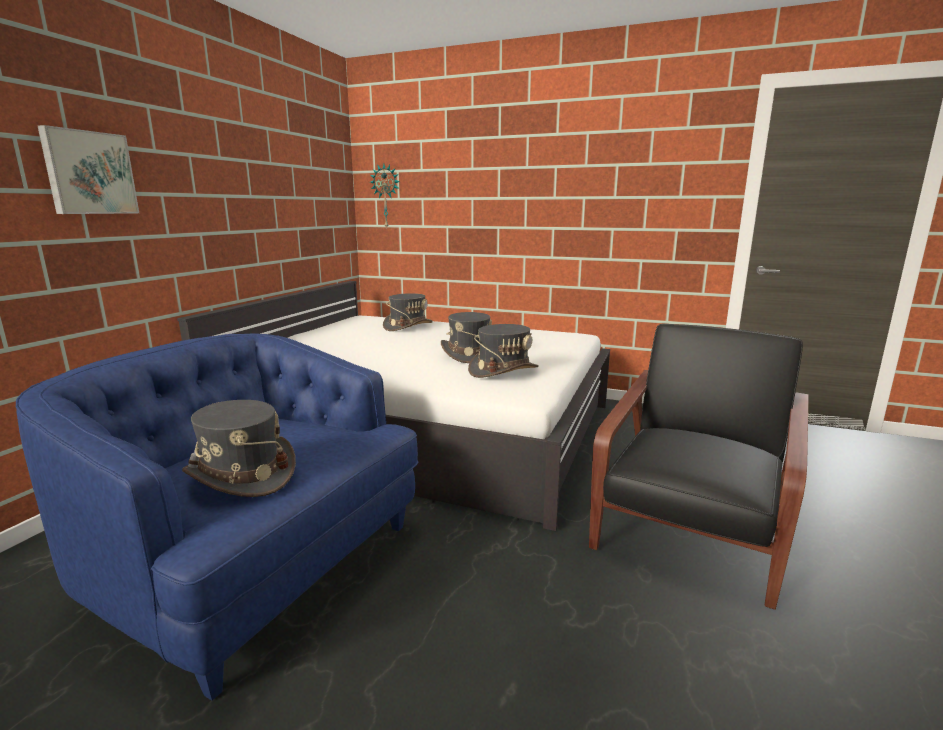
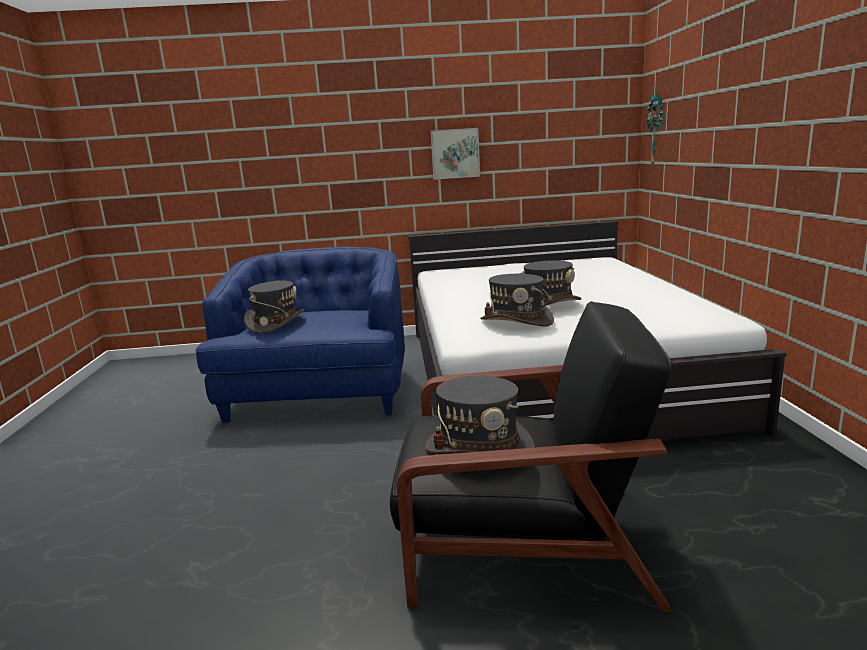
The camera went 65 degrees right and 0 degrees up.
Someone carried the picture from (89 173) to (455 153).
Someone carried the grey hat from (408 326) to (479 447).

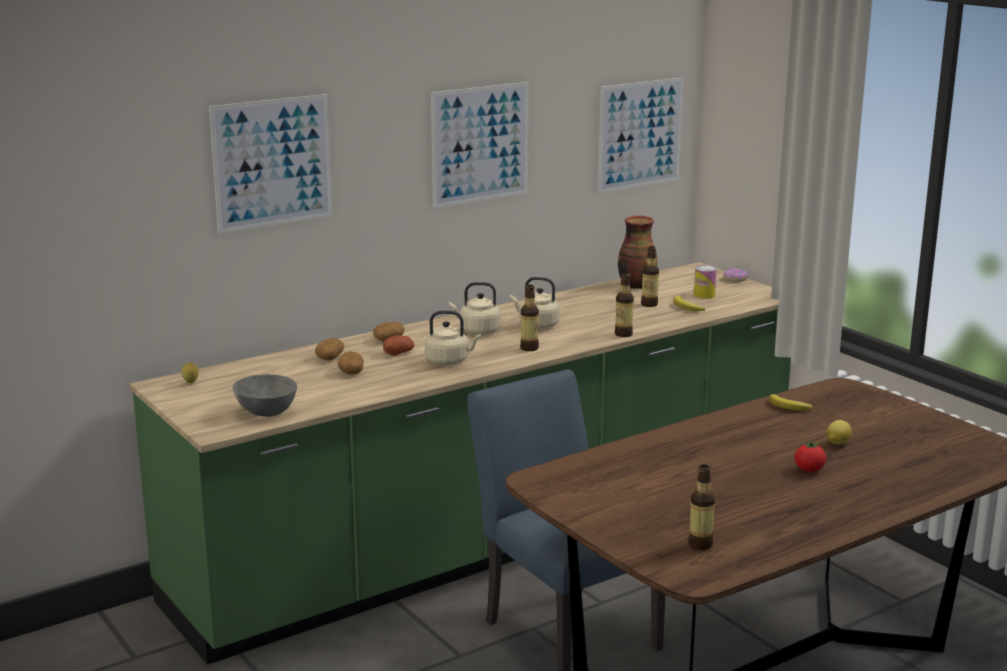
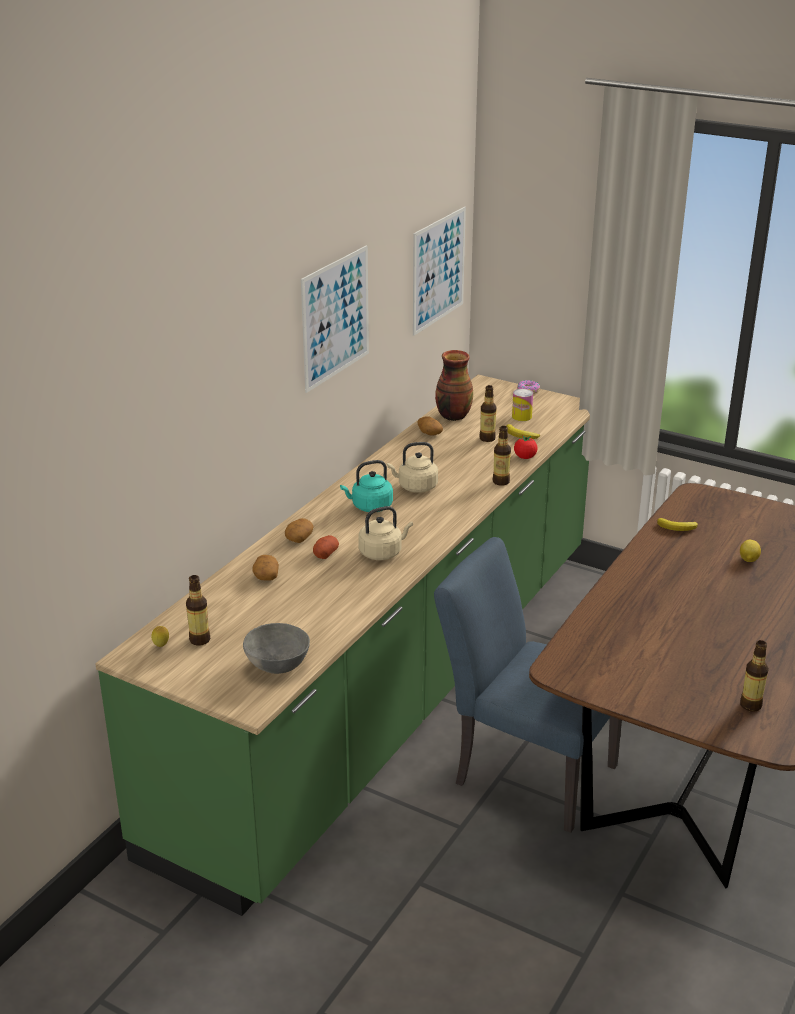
The camera went 25 degrees left and 10 degrees up.
Someone took away the picture at (272 162).
Someone repainted the beige kettle at (477 331), which became the turquoise kettle at (370 507).
Someone carried the bottle from (529 348) to (200 640).
Someone carried the potato from (351 371) to (429 433).
Someone carried the tomato from (809 470) to (525 457).

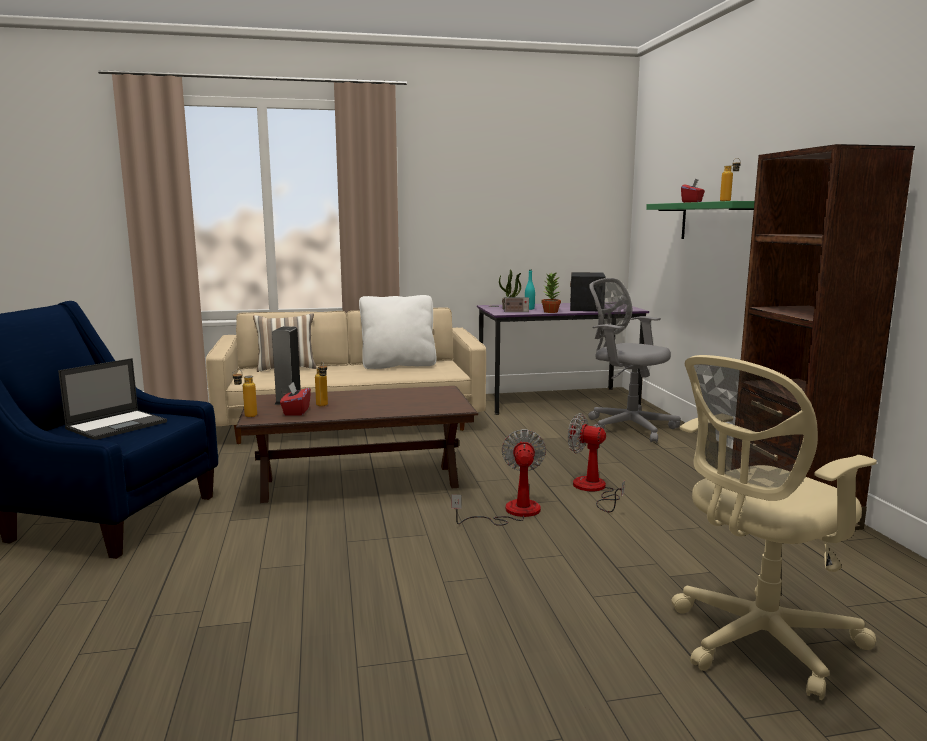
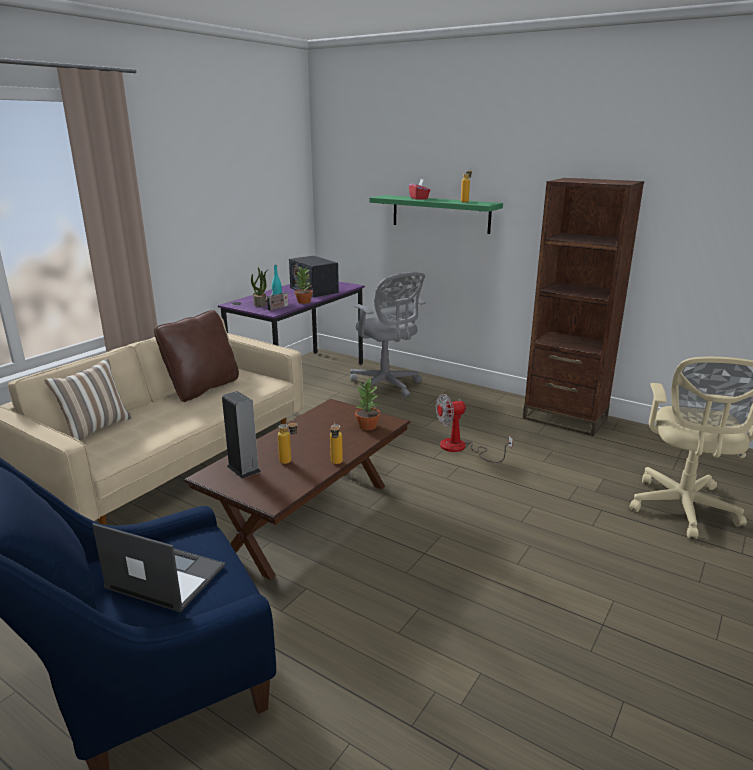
The camera went 45 degrees left and 10 degrees up.
Someone rotated the grey office chair at (627 426) by 120 degrees counterclockwise.
Someone repainted the white pillow at (398 365), which became the brown pillow at (202 388).
Someone rotated the laptop at (118 425) by 60 degrees counterclockwise.
Someone carried the bottle from (246 416) to (336 464).
Someone took away the red tissue box at (296 411).
Someone took away the fan at (511 512).
Someone put down the potted plant at (367 426).

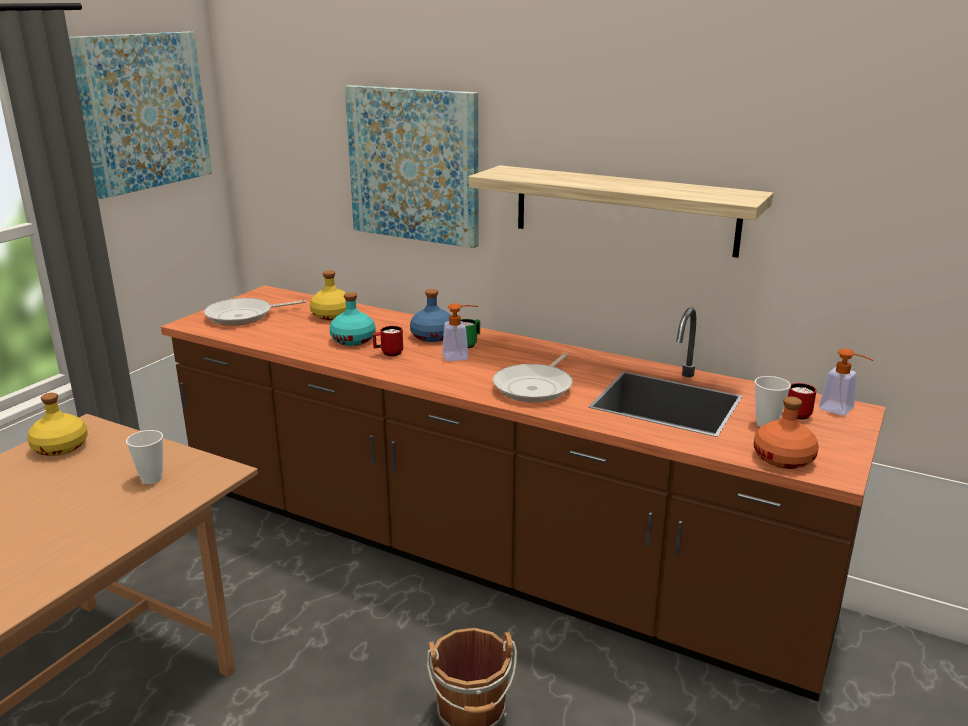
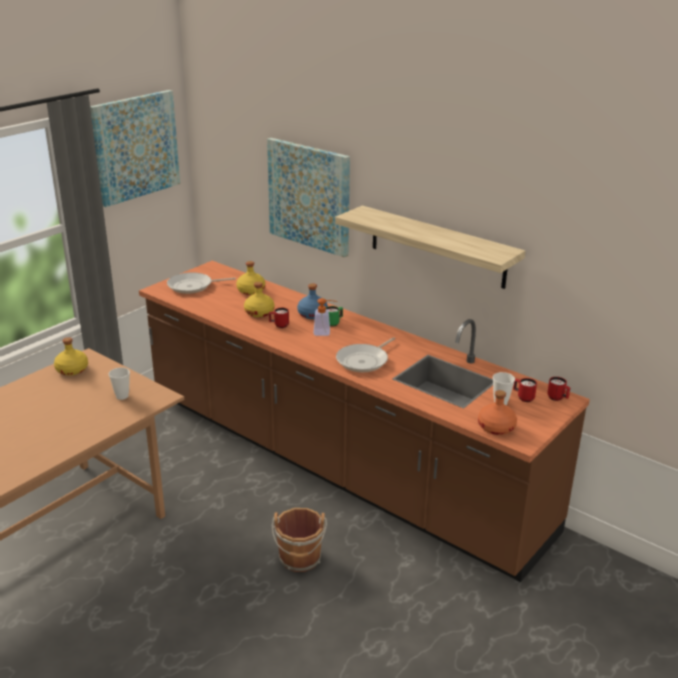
The camera went 10 degrees right and 5 degrees up.
Someone repainted the turquoise bottle at (353 340), which became the yellow bottle at (259 312).
Someone swapped the soap dispenser at (842 410) for the red mug at (557 398).

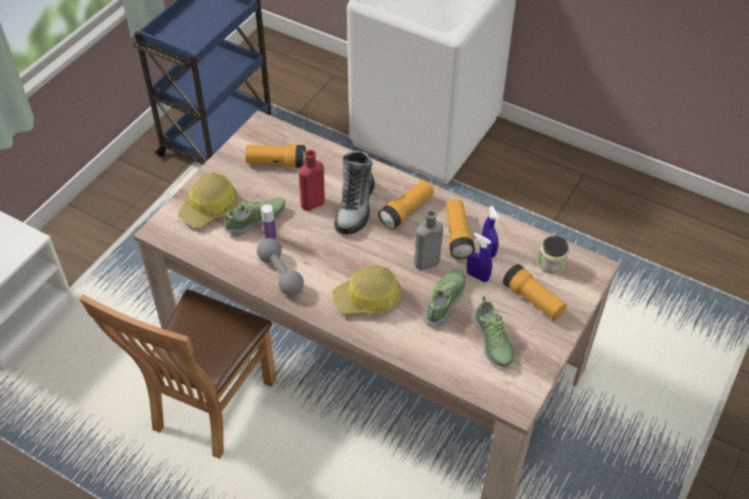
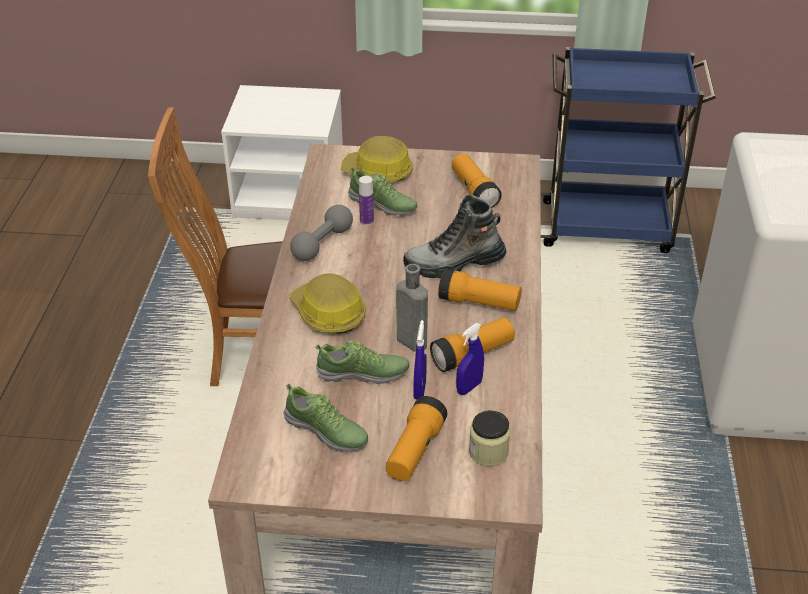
The camera went 65 degrees right and 10 degrees down.
Someone took away the red bottle at (311 204).
Someone rotated the shoe at (492 341) by 105 degrees counterclockwise.

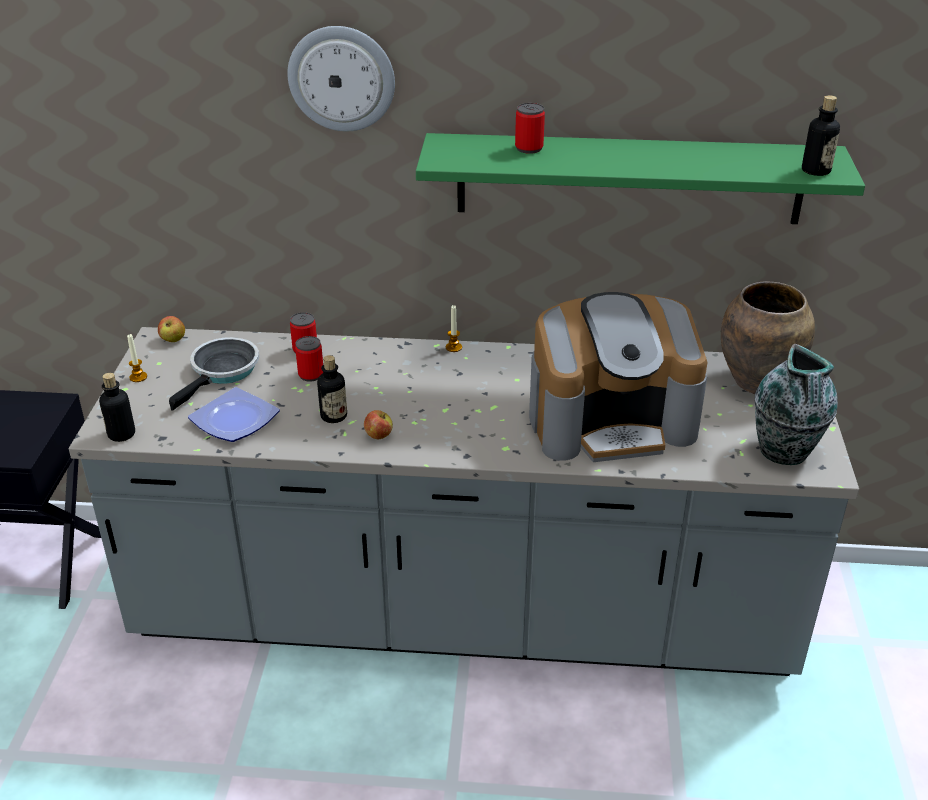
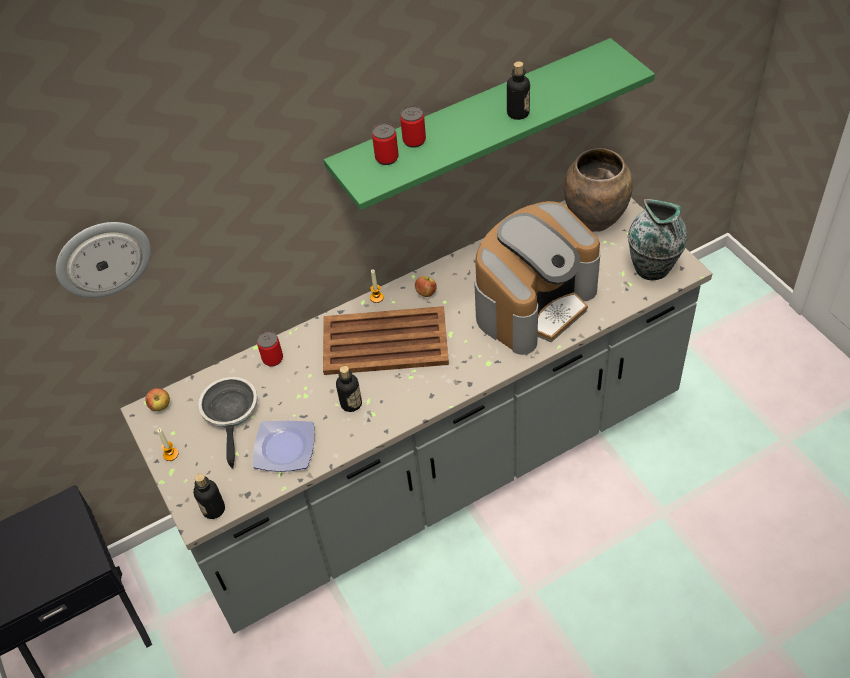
The camera went 30 degrees left and 15 degrees up.
Someone carried the wall clock from (341 78) to (103 258).
Someone carried the bottle from (815 170) to (518 113).
Someone carried the can from (311 375) to (387 158).
Someone carried the apple from (378 435) to (426 293).
Someone put down the brown tray at (384 342).

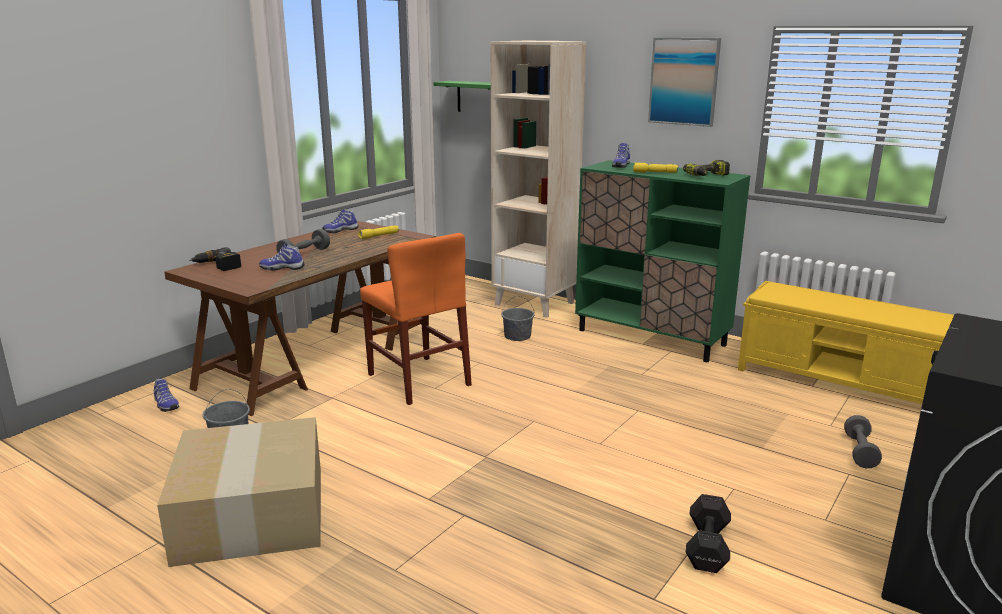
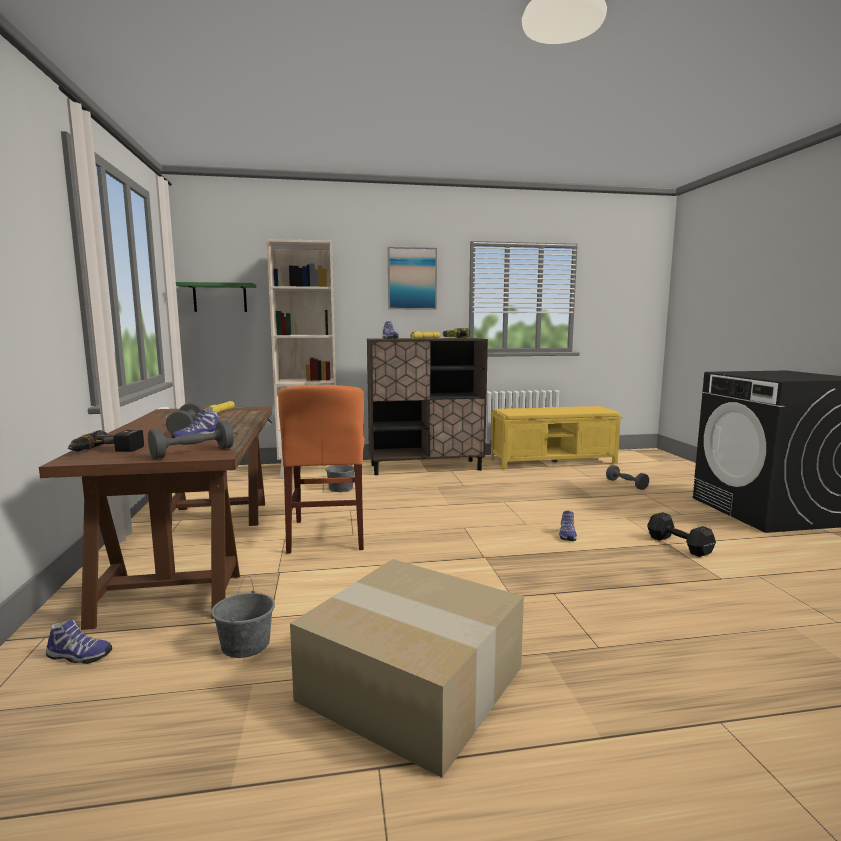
The camera went 45 degrees left and 10 degrees down.
Someone repainted the green cabinet at (651 338), which became the brown cabinet at (426 467).
Someone carried the shoe from (340 230) to (567 535).
Someone rotated the orange chair at (418 379) by 75 degrees clockwise.
Someone put down the grey dumbbell at (193 453).

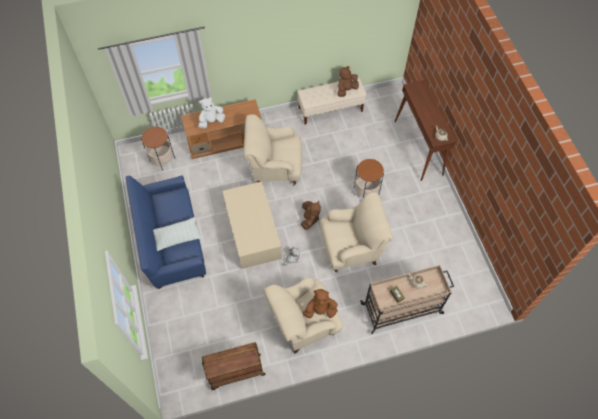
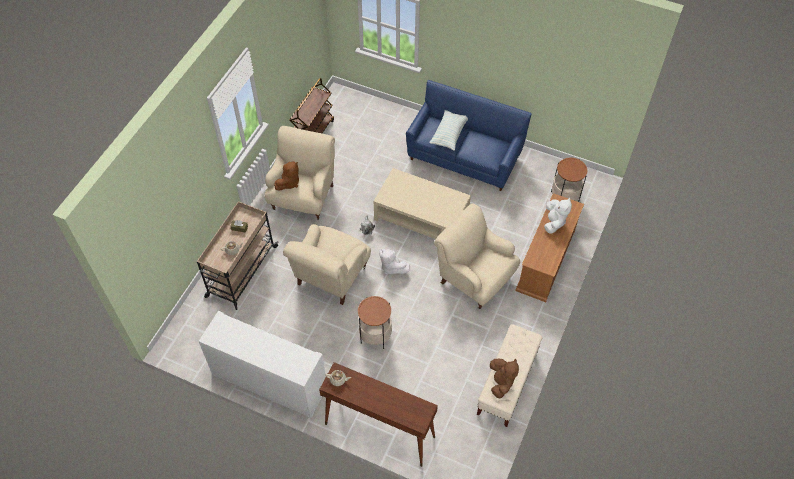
The camera went 130 degrees right and 5 degrees down.
Someone rotated the beige armchair at (274 168) by 90 degrees counterclockwise.
Someone repainted the brown plush toy at (309 219), which became the white plush toy at (392 267).
Someone put down the white cabinet at (269 381).

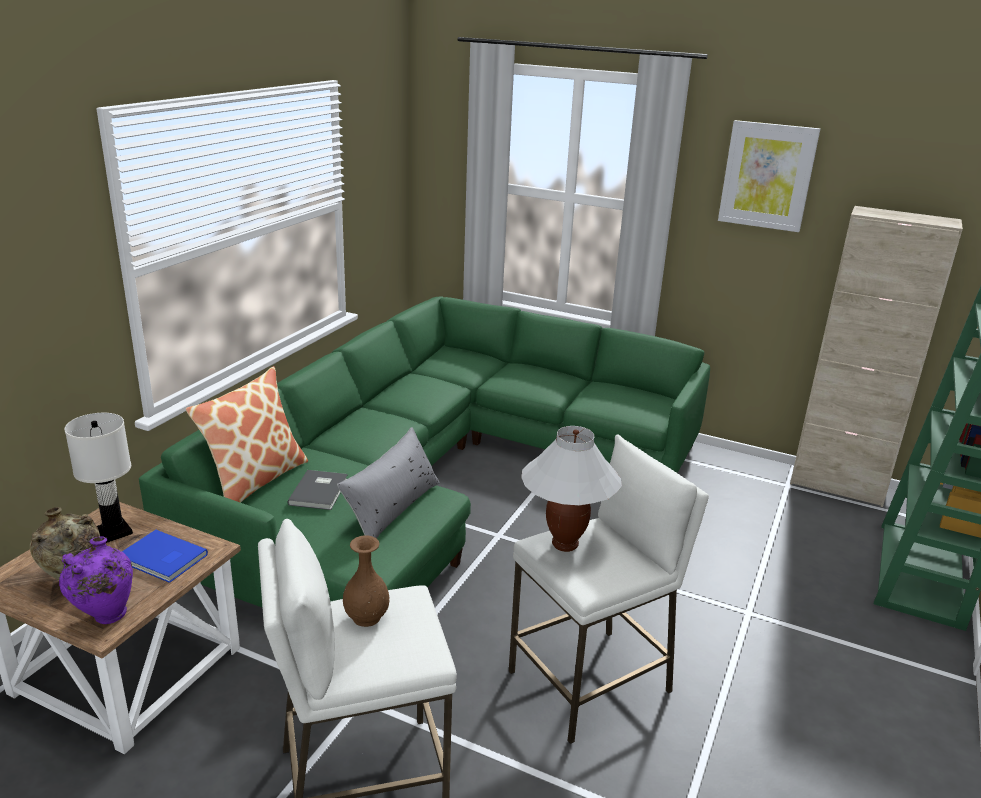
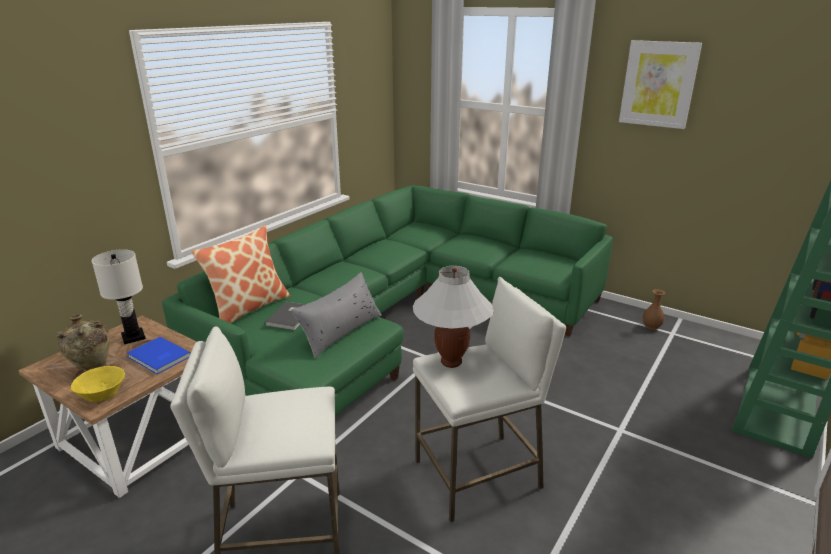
The camera went 10 degrees right and 0 degrees up.
Someone took away the beige cabinet at (837 486).
Someone carried the brown vase from (367 617) to (651 326).
Someone swapped the purple vase at (105 617) for the yellow bowl at (103 396).

